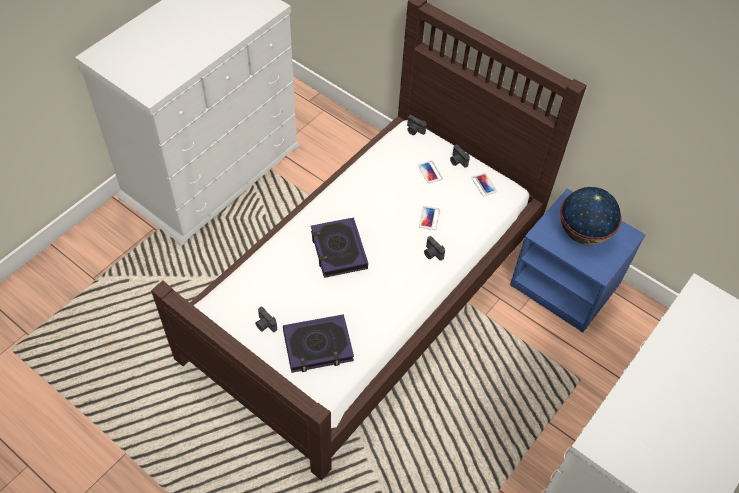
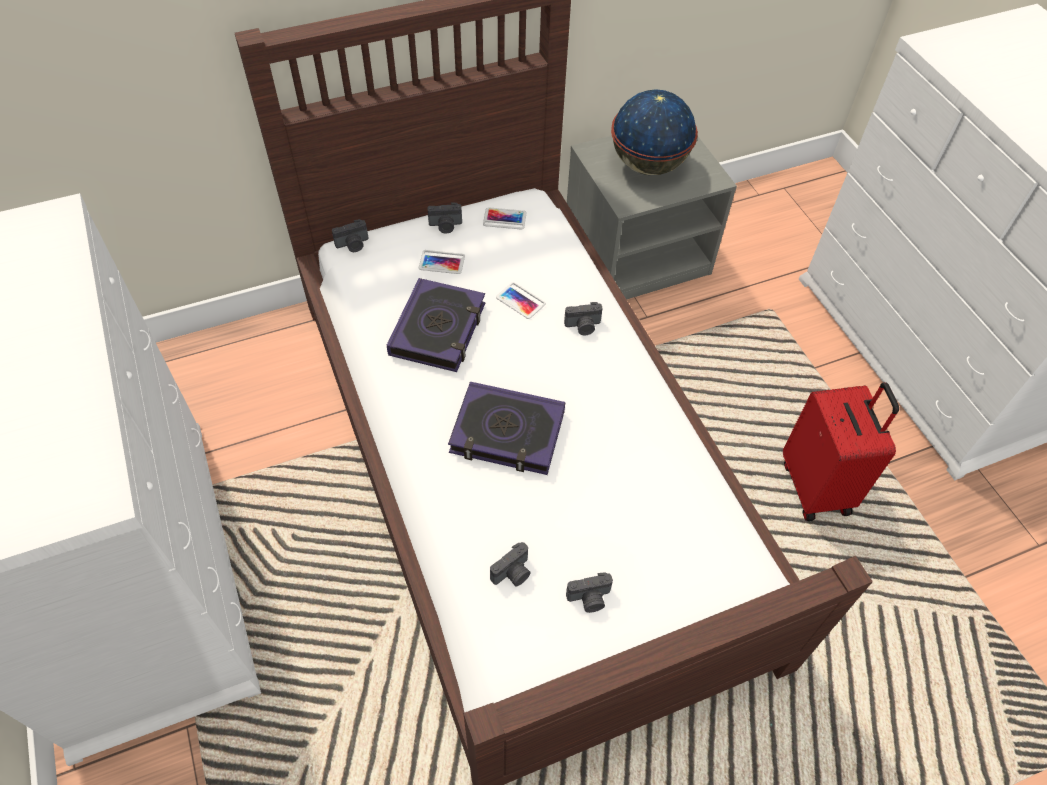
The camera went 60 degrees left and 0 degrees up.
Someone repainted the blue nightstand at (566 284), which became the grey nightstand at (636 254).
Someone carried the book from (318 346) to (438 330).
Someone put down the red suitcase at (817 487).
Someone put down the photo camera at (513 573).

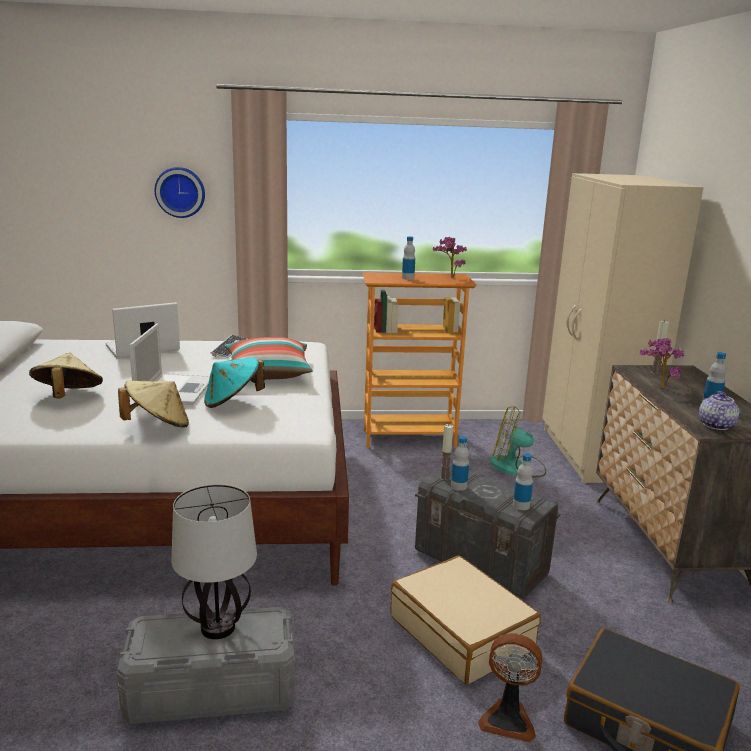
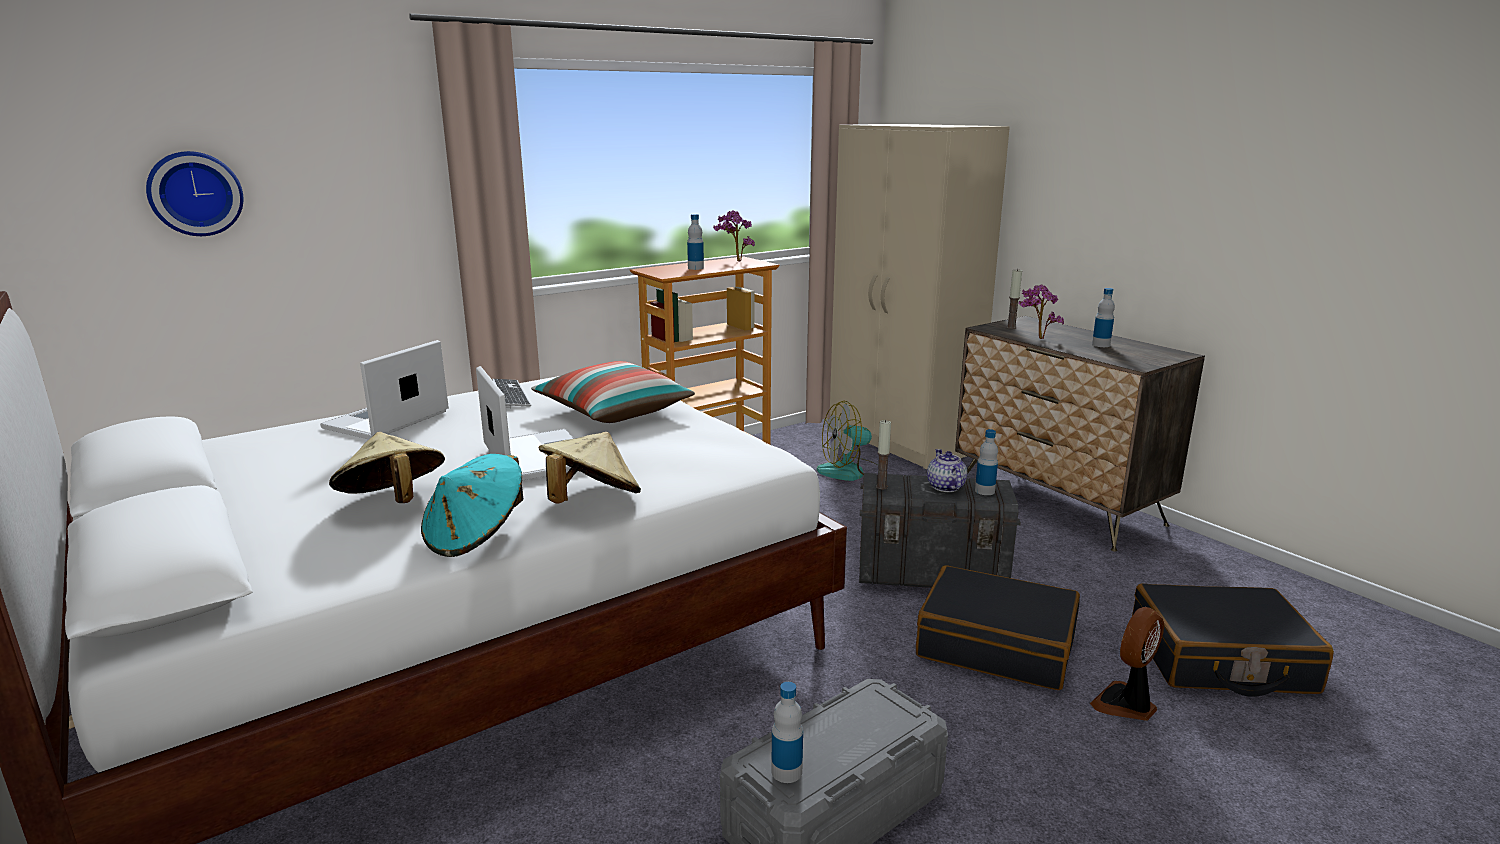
The camera went 30 degrees left and 0 degrees up.
Someone carried the wall clock from (180 192) to (195 193).
Someone carried the turquoise hat from (232 402) to (476 536).
Someone carried the teapot from (715 425) to (945 487).
Someone carried the bottle from (459 486) to (786 772).
Someone took away the table lamp at (218 627).
Someone repainted the beige suitcase at (461 633), which became the black suitcase at (996 645).
Someone rotated the fan at (508 719) by 150 degrees clockwise.

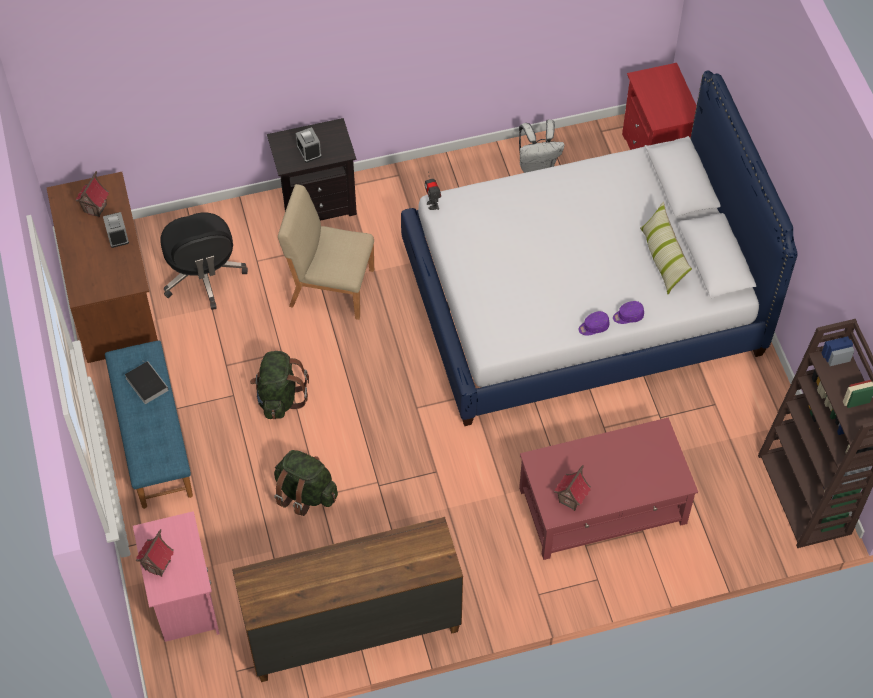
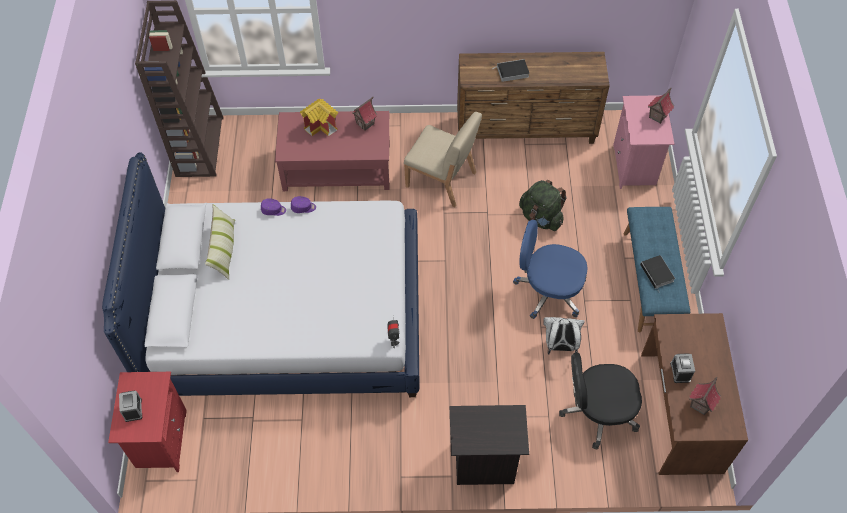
The camera went 165 degrees left and 0 degrees up.
Someone carried the white backpack from (537 167) to (560 346).
Someone carried the alarm clock from (308 151) to (133 409).
Someone carried the beige chair from (330 287) to (441 180).
Someone rotated the black office chair at (203 276) by 90 degrees counterclockwise.
Someone swapped the green backpack at (279 397) for the blue office chair at (548 291).
Someone put down the book at (511 72).
Someone put down the toy house at (322 126).

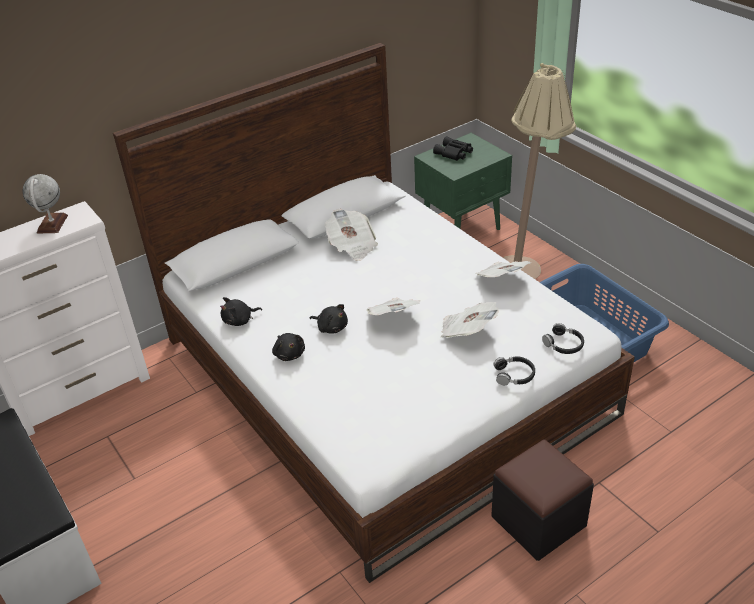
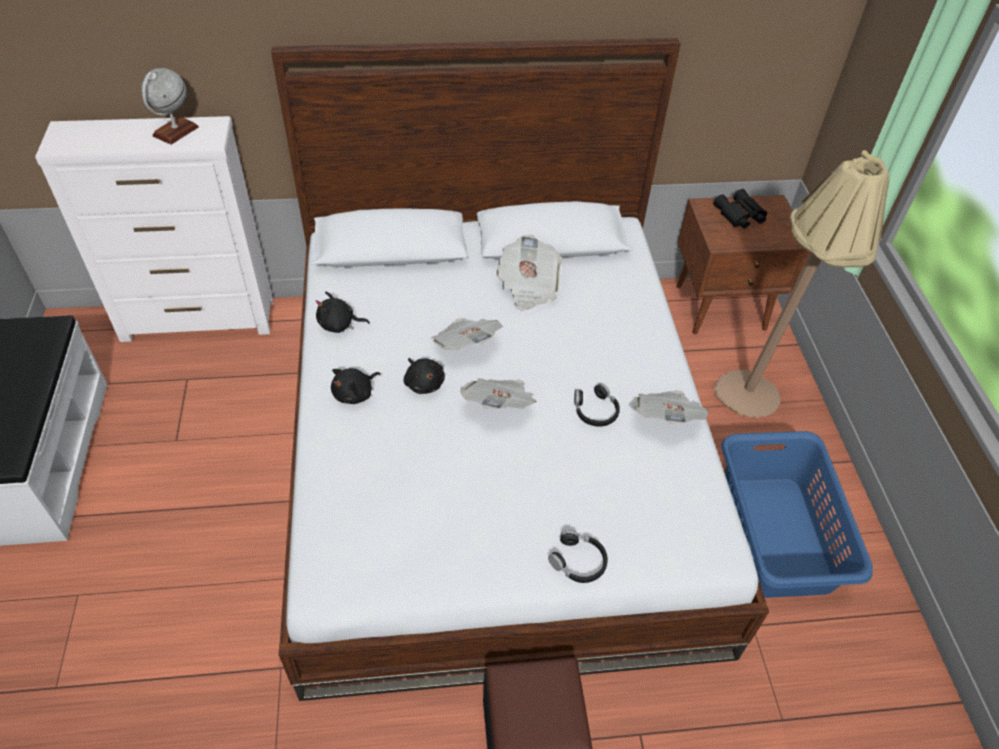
The camera went 25 degrees right and 10 degrees up.
Someone repainted the green nightstand at (462 227), which became the brown nightstand at (722 307).
Someone carried the newspaper from (467 331) to (466 345).
Someone carried the black headphones from (563 344) to (595 411).
Someone rotated the black plush toy at (289 354) by 45 degrees clockwise.

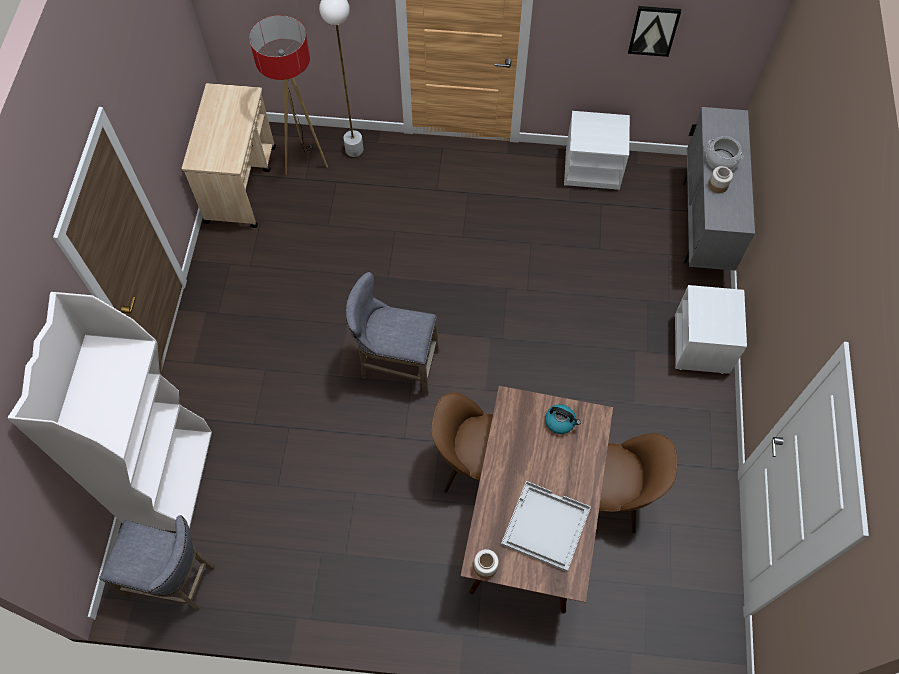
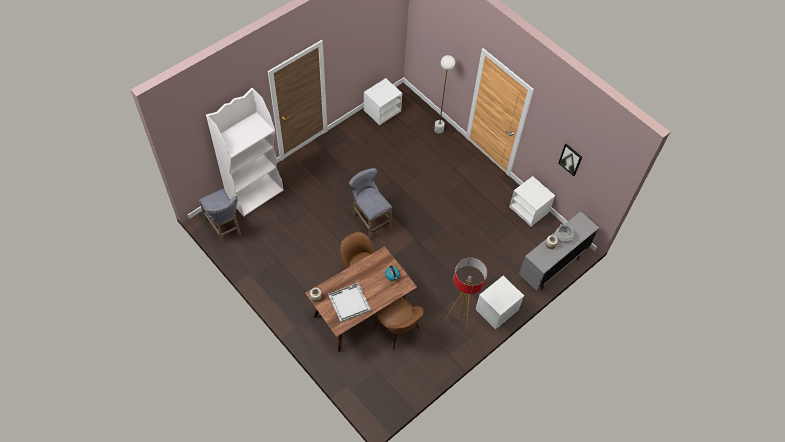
The camera went 40 degrees right and 5 degrees down.
Someone carried the floor lamp from (305 161) to (459 320).
Someone swapped the beige cart at (241 184) for the white nightstand at (382 110).

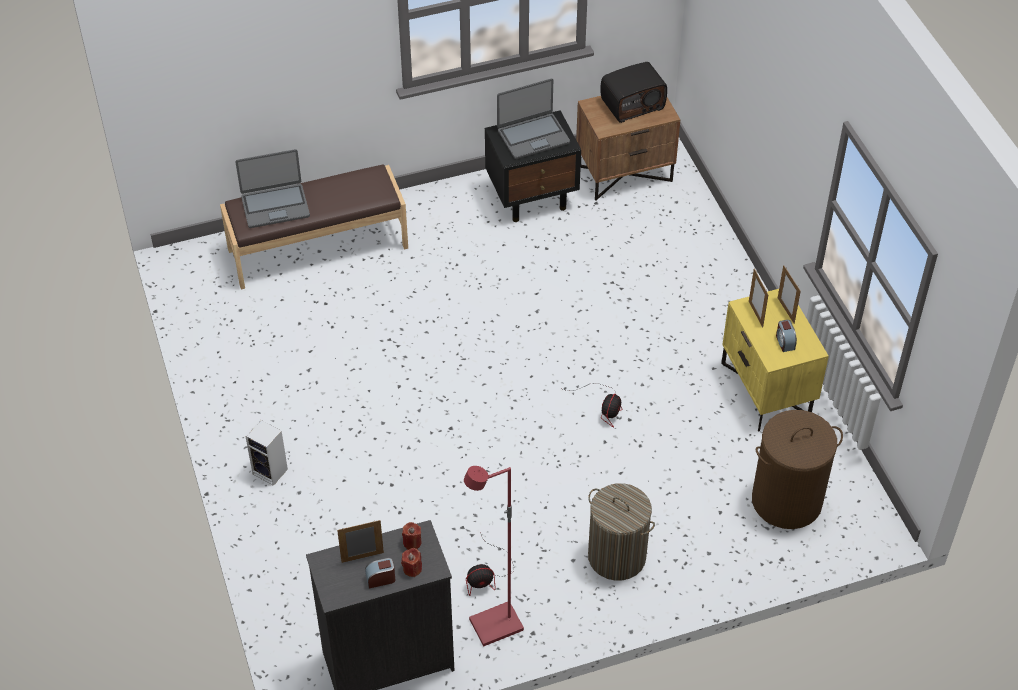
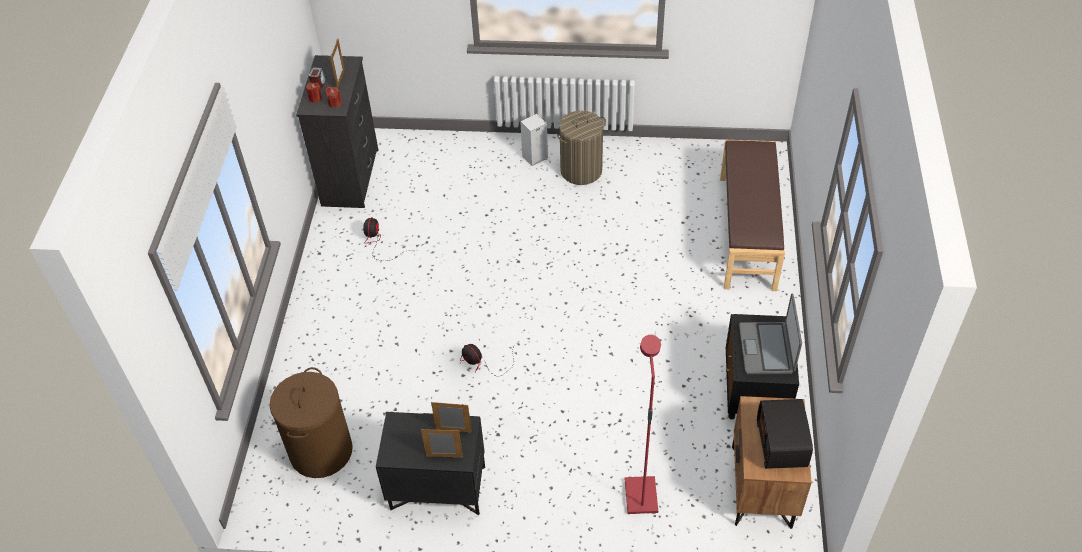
The camera went 115 degrees right and 0 degrees up.
Someone took away the laptop at (275 206).
Someone repainted the yellow nightstand at (767 389), which became the black nightstand at (437 489).
Someone took away the alarm clock at (784 342).
Someone carried the red floor lamp from (496 626) to (639 496).
Someone carried the laundry basket from (617 556) to (581 171).

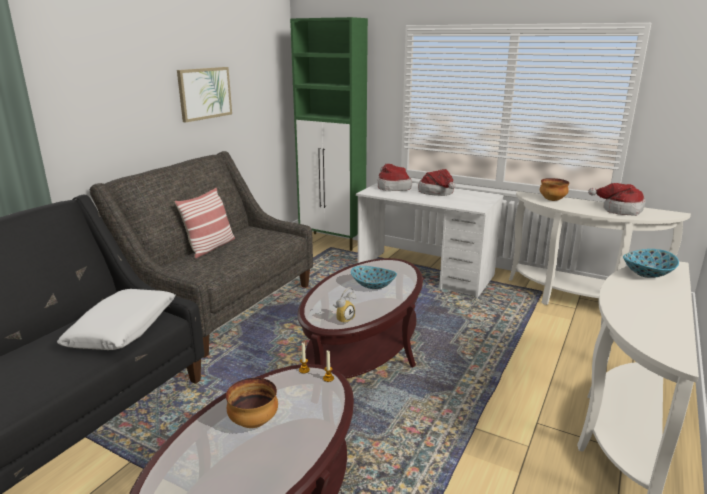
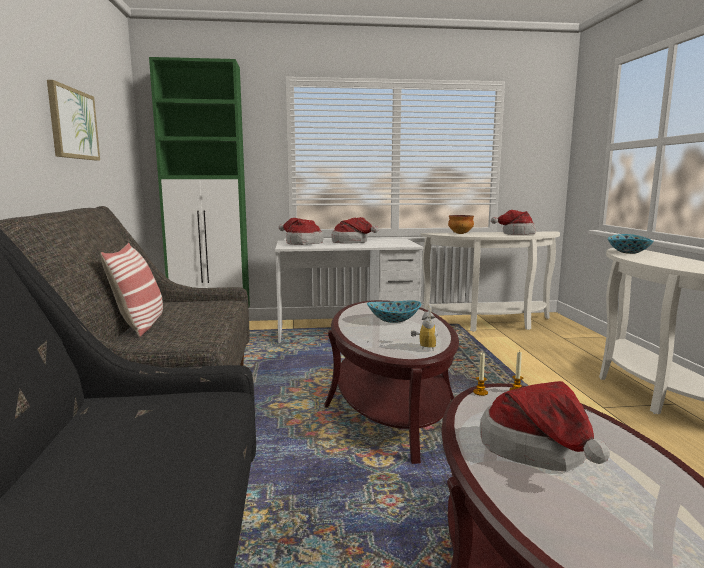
The camera went 35 degrees left and 10 degrees down.
Someone took away the white pillow at (123 329).
Someone swapped the bowl at (253 423) for the hat at (540 452).

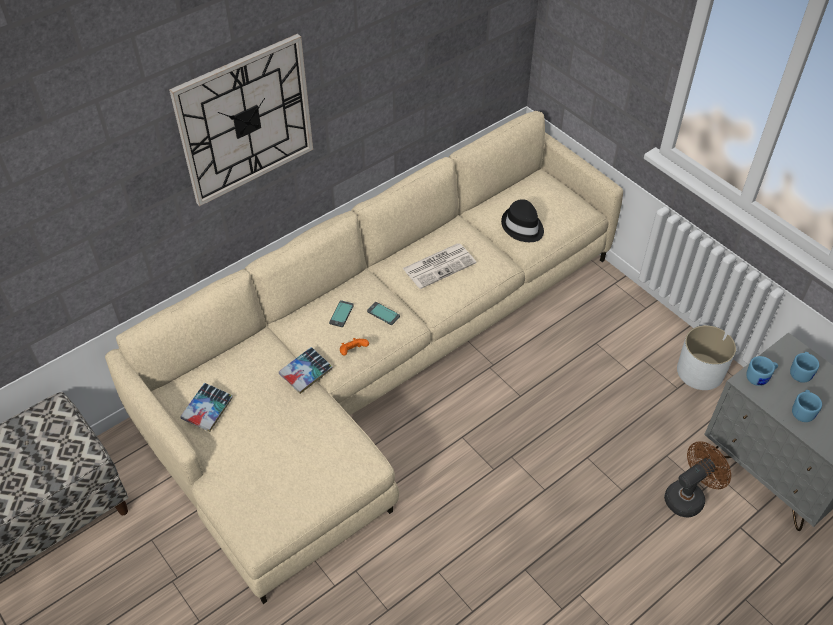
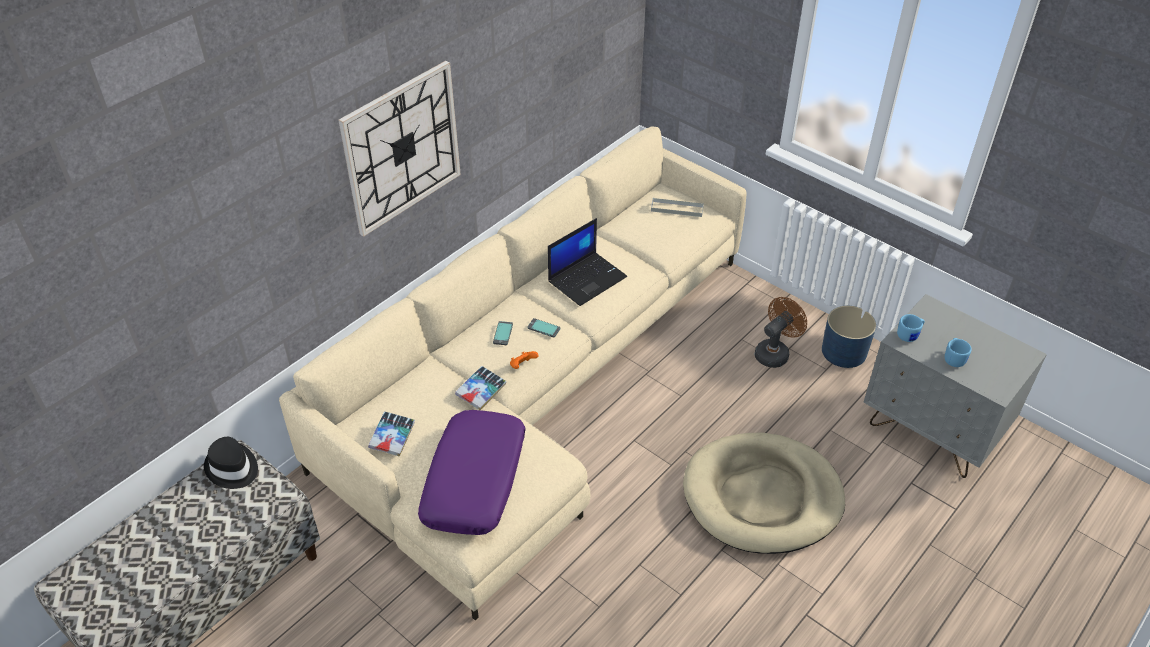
The camera went 10 degrees left and 5 degrees down.
Someone carried the black hat from (522 227) to (232 468).
Someone swapped the newspaper at (439 265) for the laptop at (587 278).
Someone repainted the white planter at (700 371), which became the blue planter at (844 352).
Someone took away the blue mug at (801 372).
Someone carried the brown fan from (688 496) to (775 352).
Someone put down the grey tray at (677 209).
Someone put down the purple pillow at (475 481).
Someone put down the beige dog bed at (762 497).

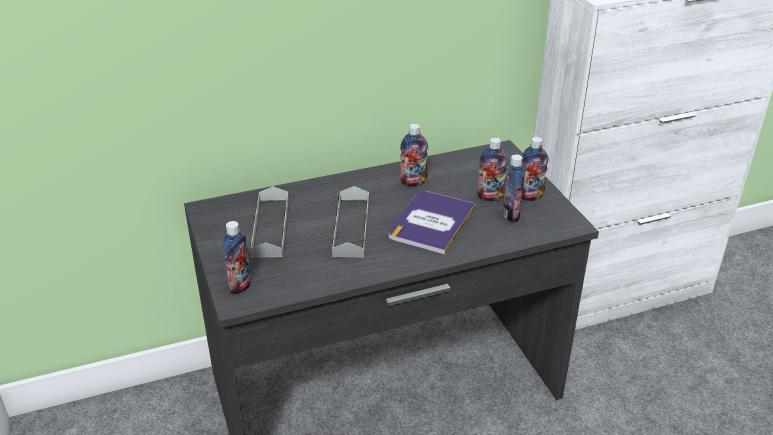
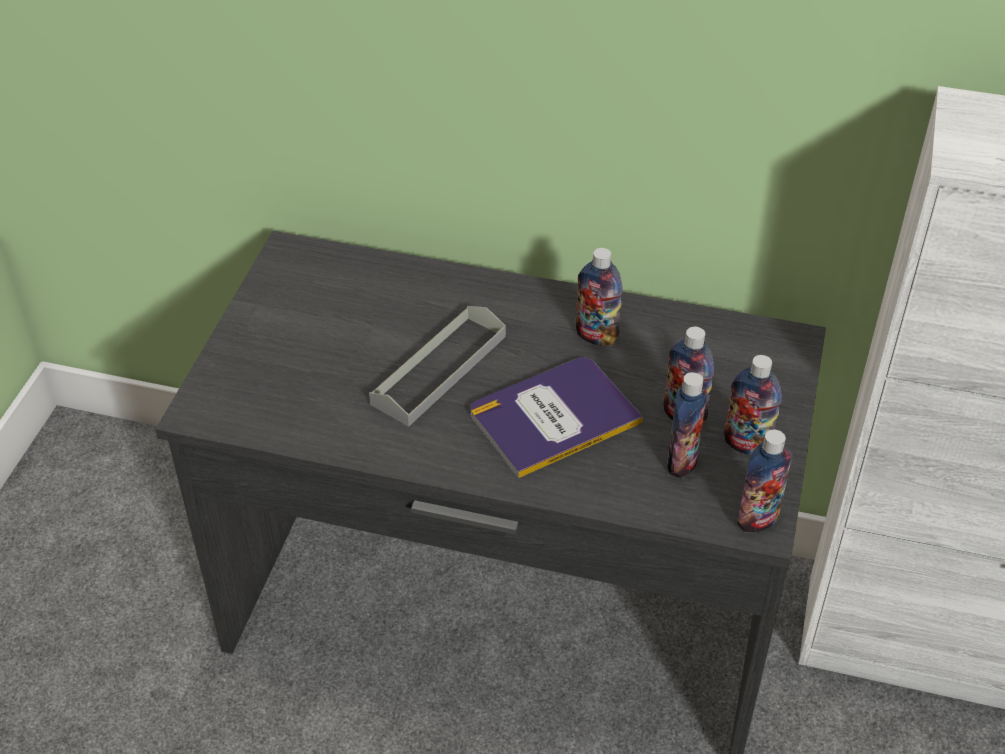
The camera went 35 degrees right and 10 degrees up.
Someone took away the grey tray at (270 227).
Someone carried the bottle from (240 286) to (758 519).

